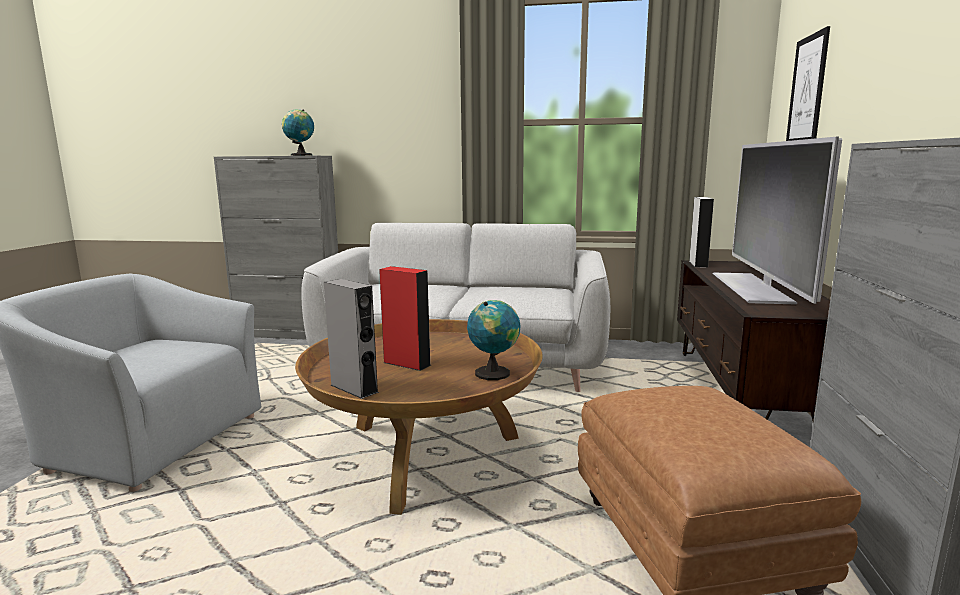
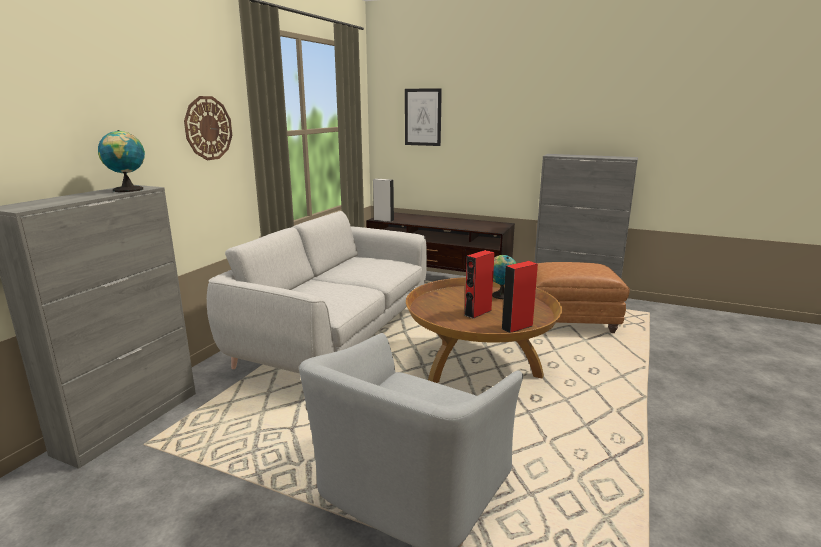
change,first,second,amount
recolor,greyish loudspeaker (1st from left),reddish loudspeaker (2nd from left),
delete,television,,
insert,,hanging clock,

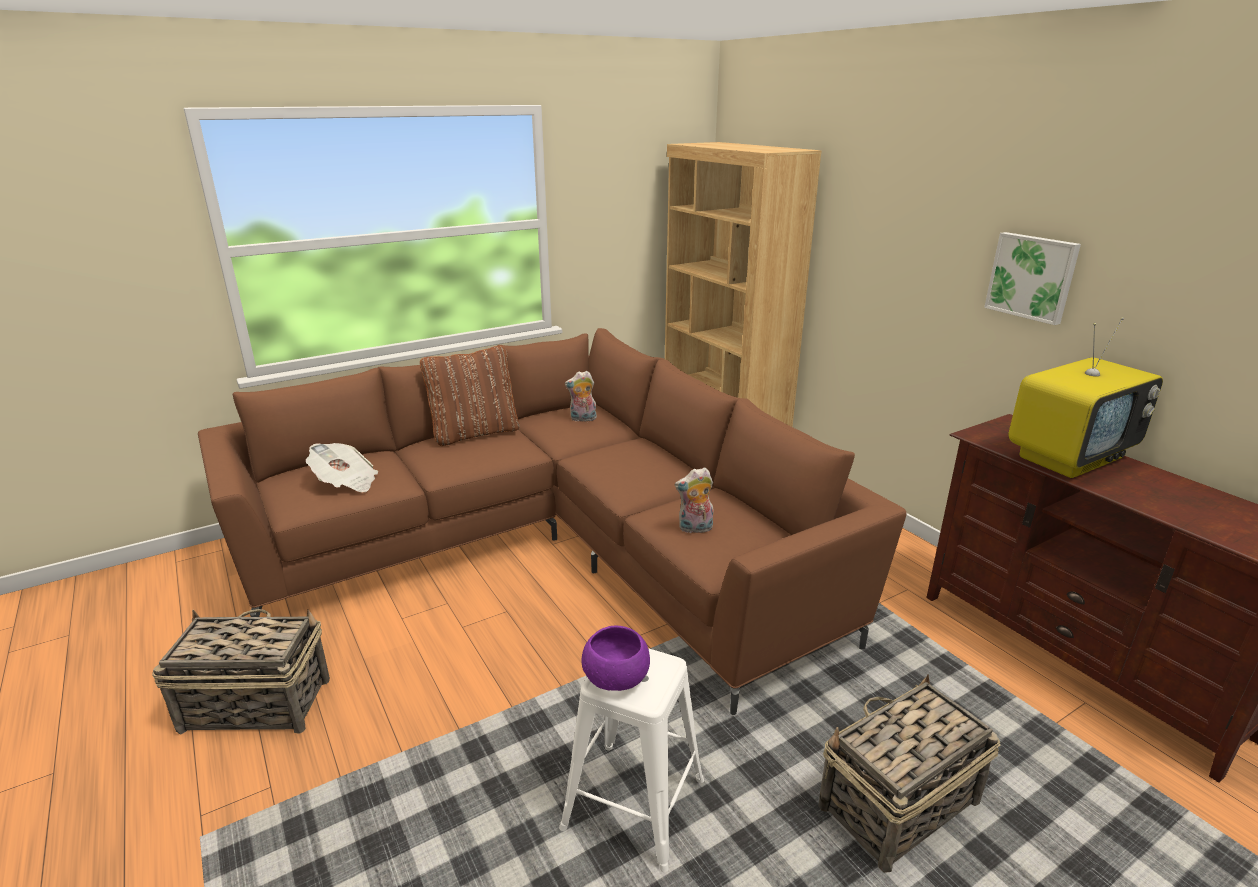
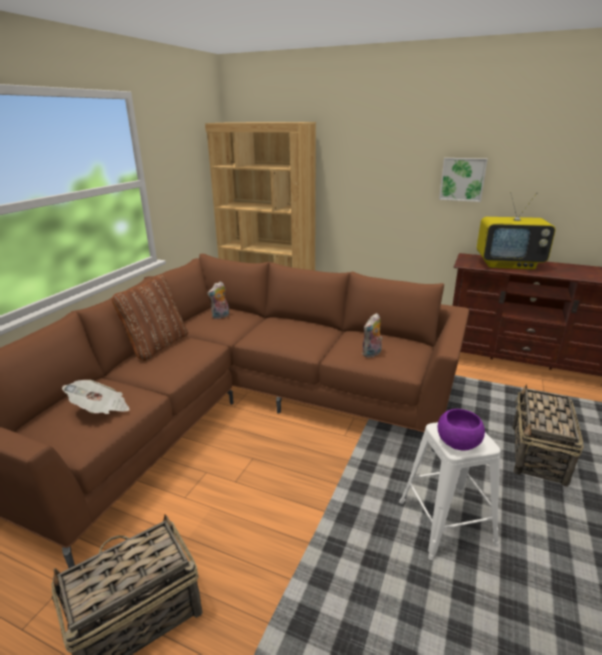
change,first,second,amount
rotate,television,,75 degrees clockwise

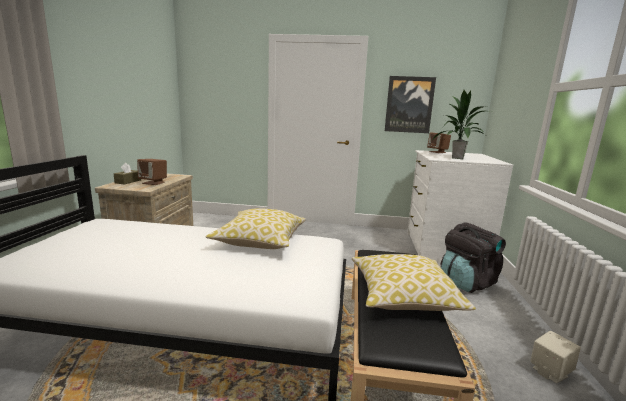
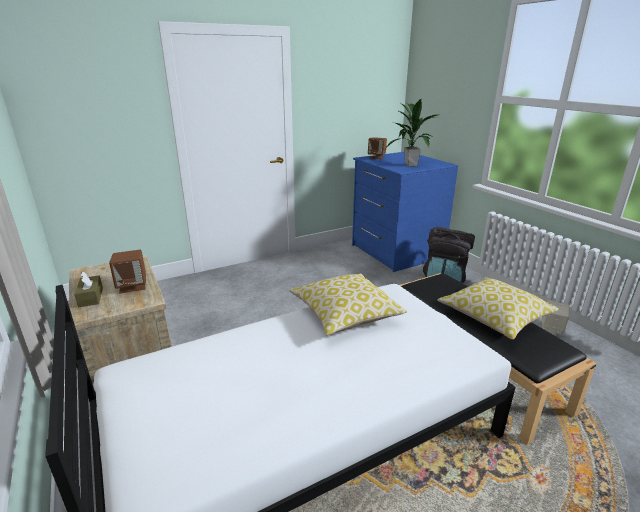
change,first,second,amount
delete,wall picture,,
recolor,white-coloured drawer chest,blue drawer chest,

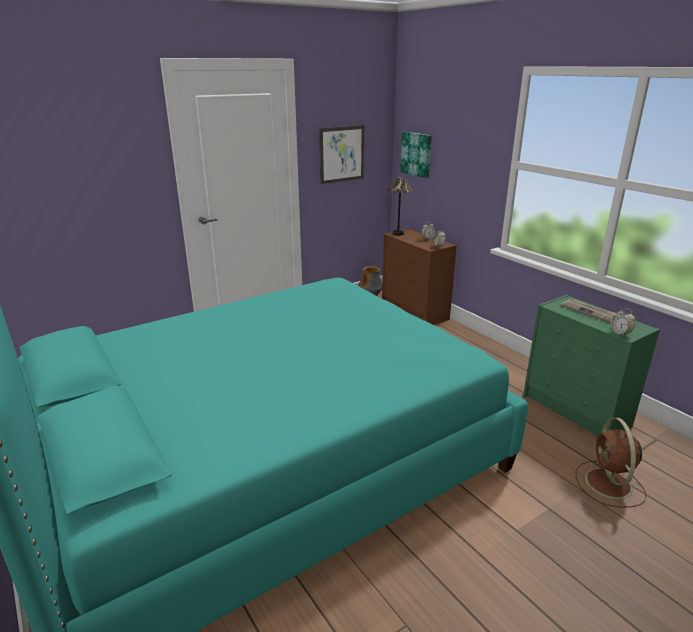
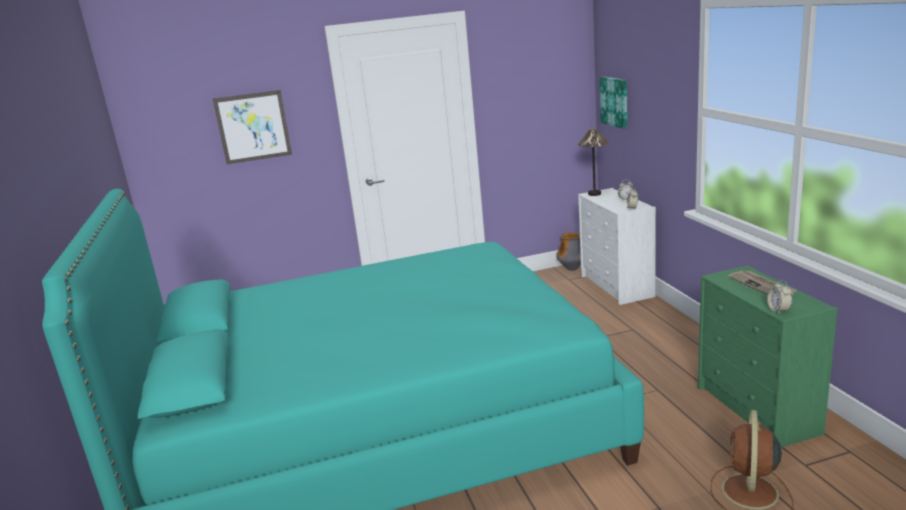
change,first,second,amount
move,wall picture (1st from left),,
recolor,brown-coloured drawer chest,white-coloured drawer chest,

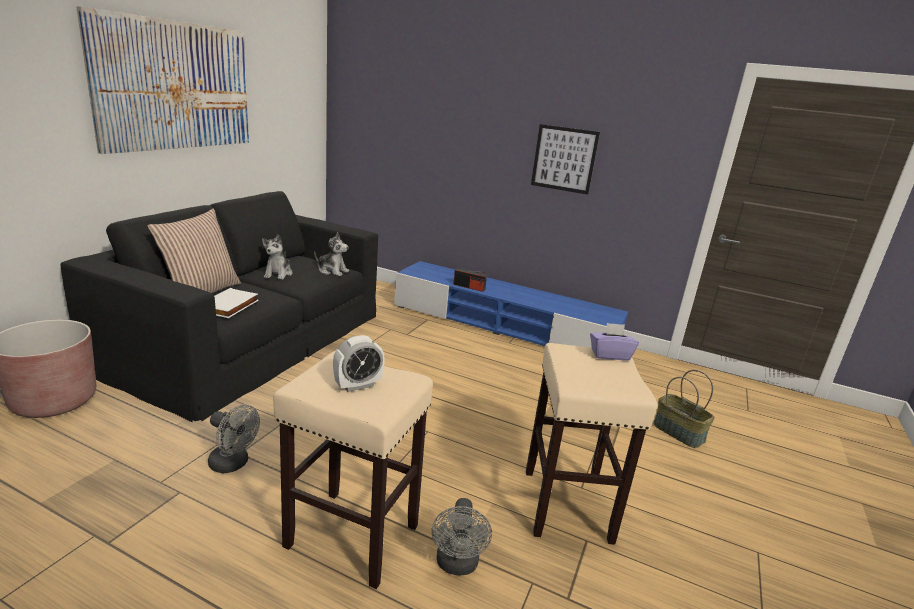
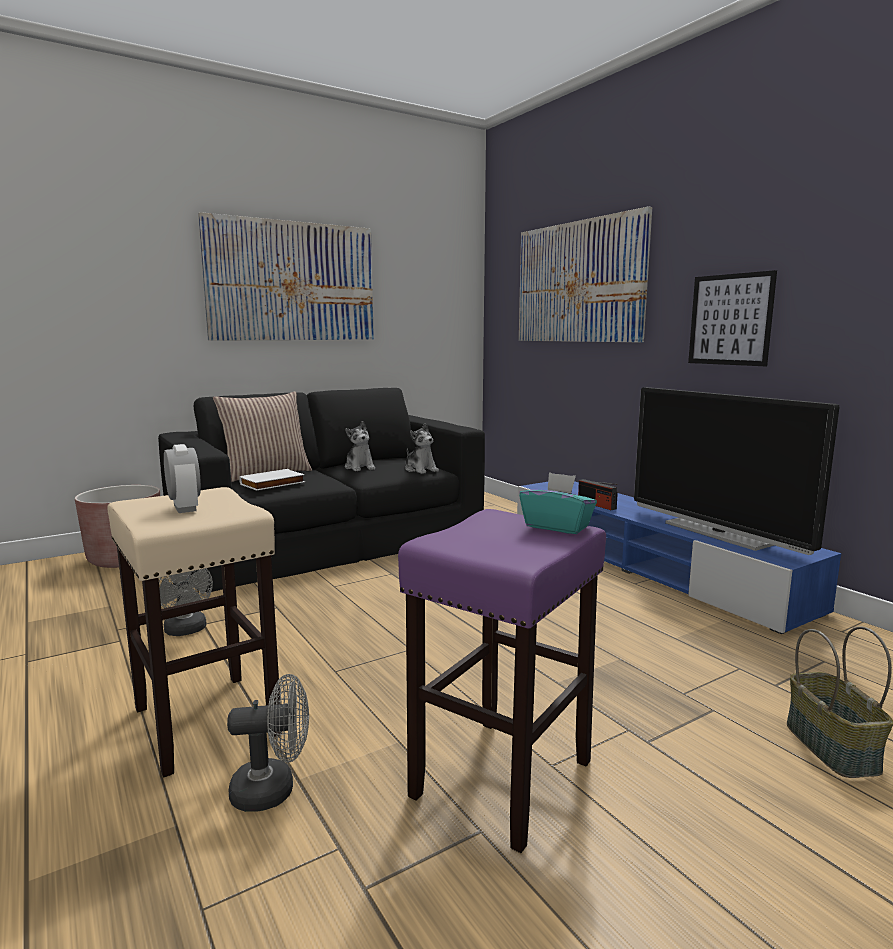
change,first,second,amount
rotate,soft toy (1st from left),,60 degrees counterclockwise
rotate,alarm clock,,120 degrees counterclockwise
rotate,greyish cooling fan (2nd from left),,135 degrees counterclockwise
recolor,sand-coloured stool (2nd from left),purplish stool,
recolor,purplish tissue box,turquoise tissue box,
insert,,wall picture (2nd from left),
insert,,television,

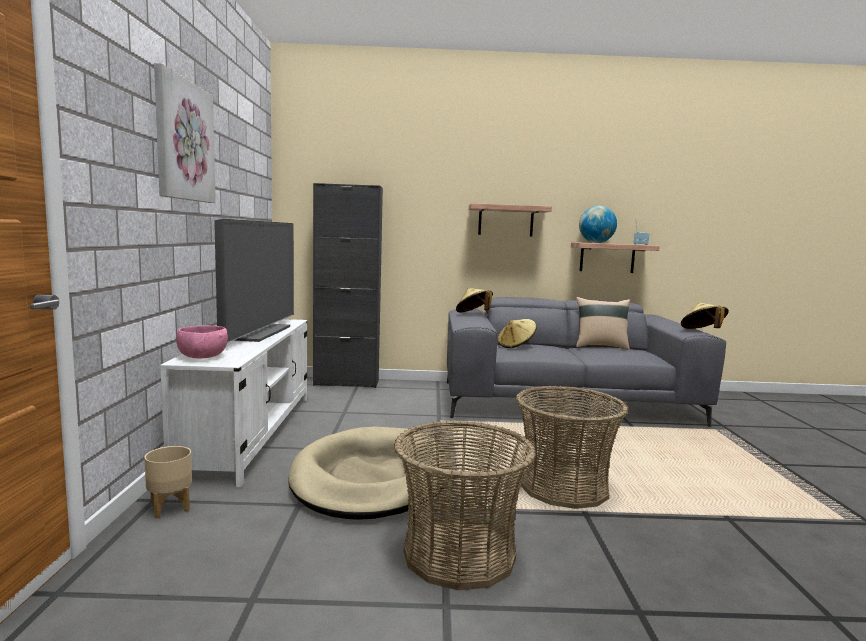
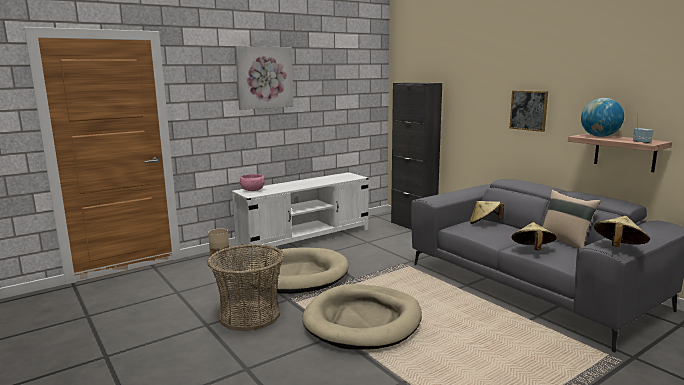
change,first,second,amount
delete,television,,
move,sand-coloured clothing hat (1st from left in the first image),sand-coloured clothing hat (2nd from left),
replace,bracket shelf (1st from left),wall picture (2nd from left),
replace,storage basket (2nd from left),sand-coloured dog cushion (2nd from left),

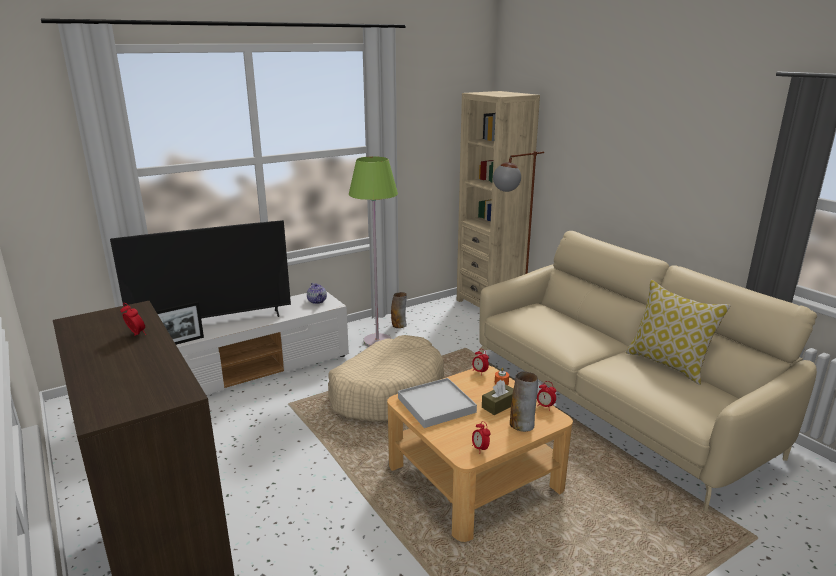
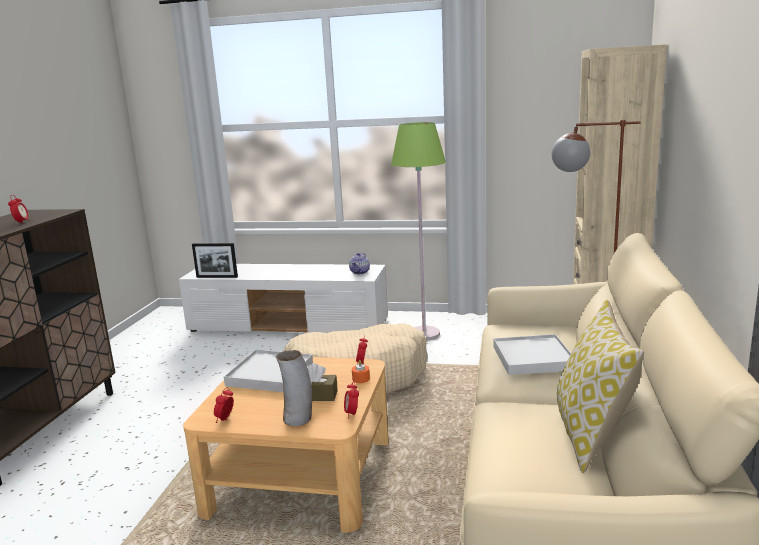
change,first,second,amount
delete,television,,
delete,vase (1st from left),,
insert,,white-coloured serving tray (2nd from left),

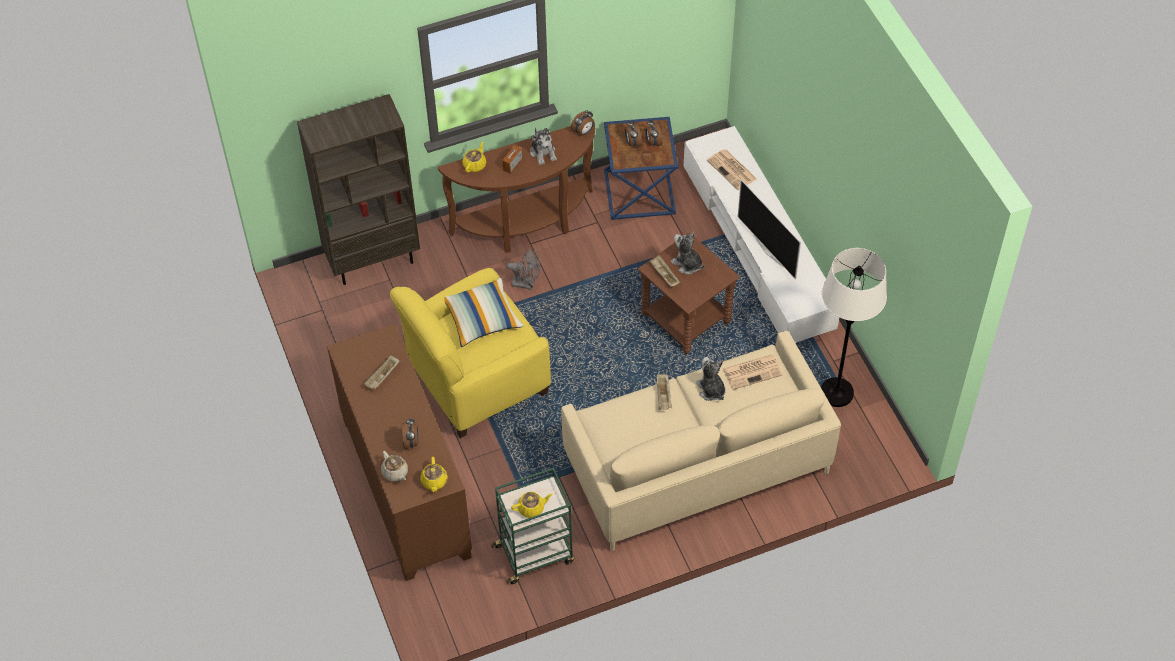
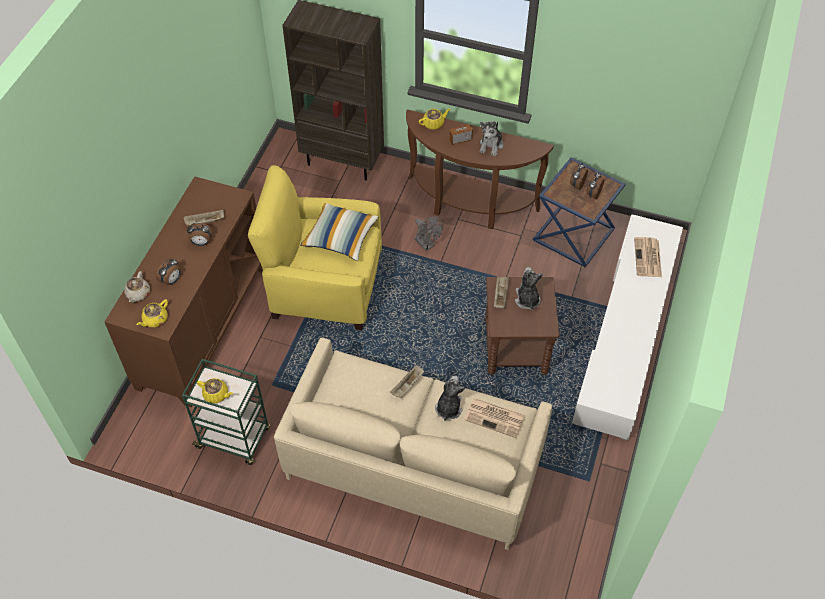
change,first,second,amount
move,alarm clock (2nd from left),,
delete,television,,
delete,white-coloured floor lamp,,

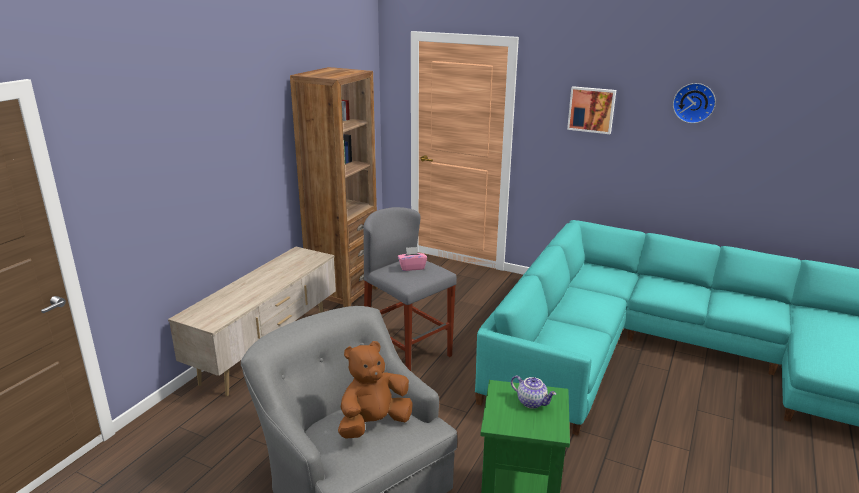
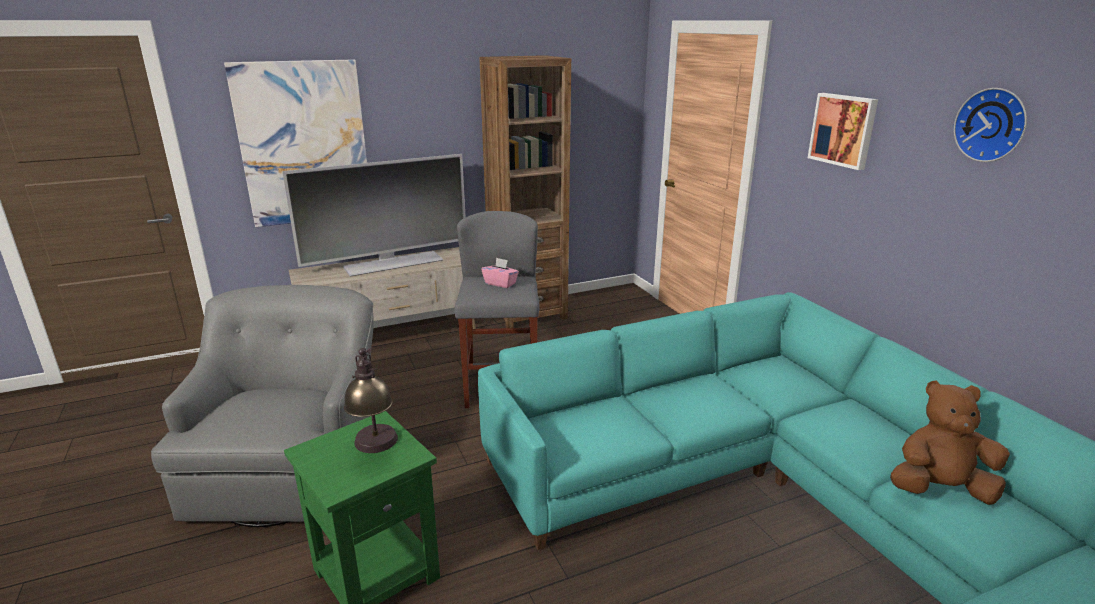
change,first,second,amount
move,brown-coloured soft toy,,
replace,pot for tea,lamp for a table,
insert,,wall picture (1st from left),
insert,,television,

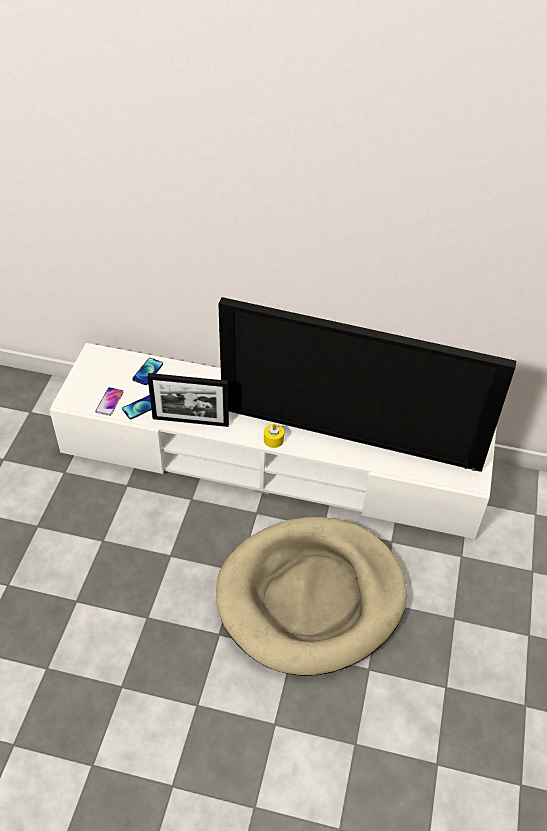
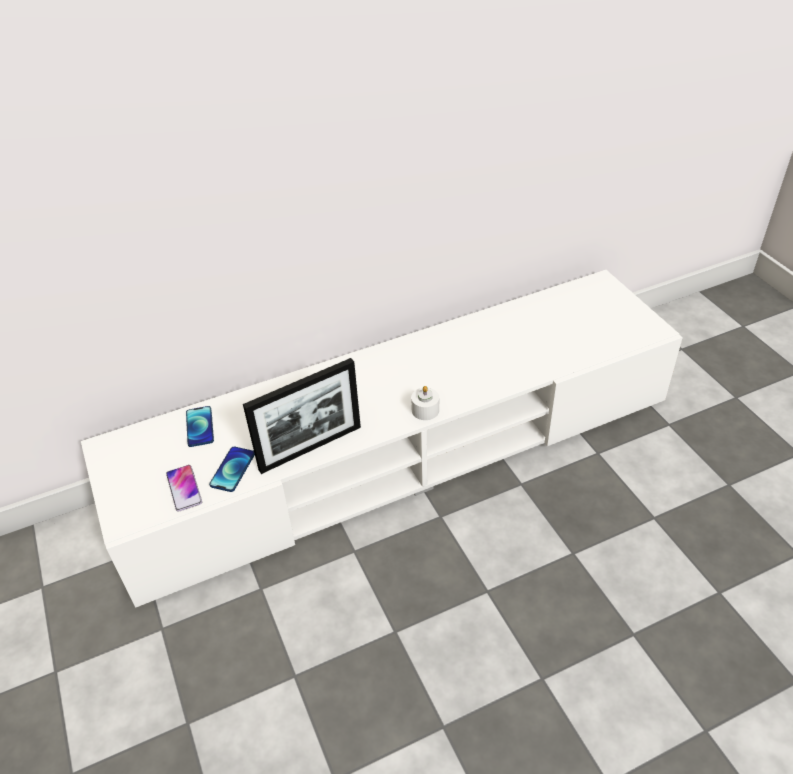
change,first,second,amount
delete,sand-coloured dog cushion,,
delete,television,,
recolor,yellow-coloured candle,white-coloured candle,

